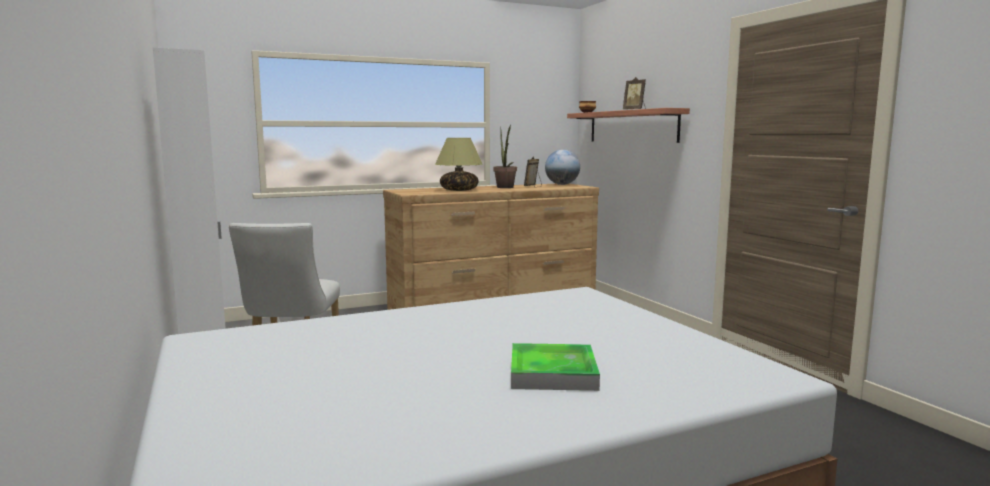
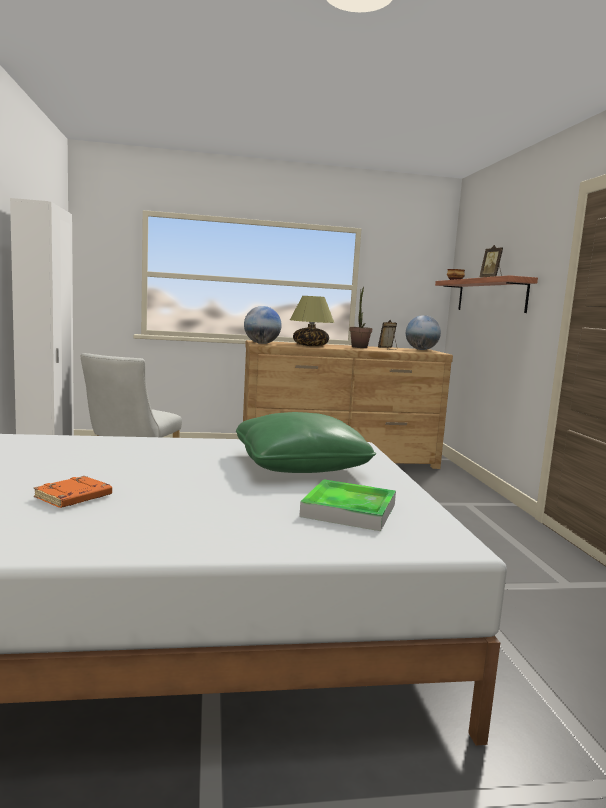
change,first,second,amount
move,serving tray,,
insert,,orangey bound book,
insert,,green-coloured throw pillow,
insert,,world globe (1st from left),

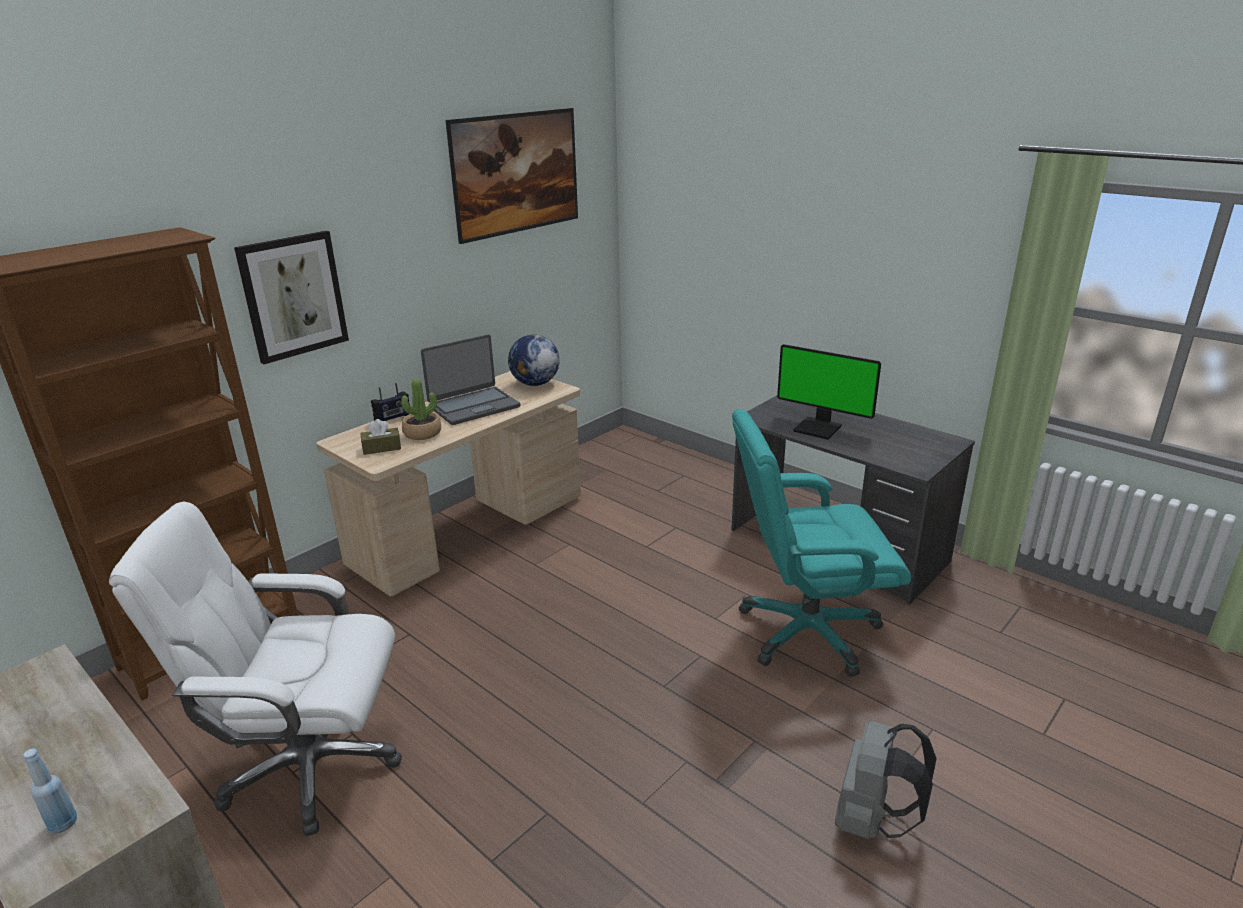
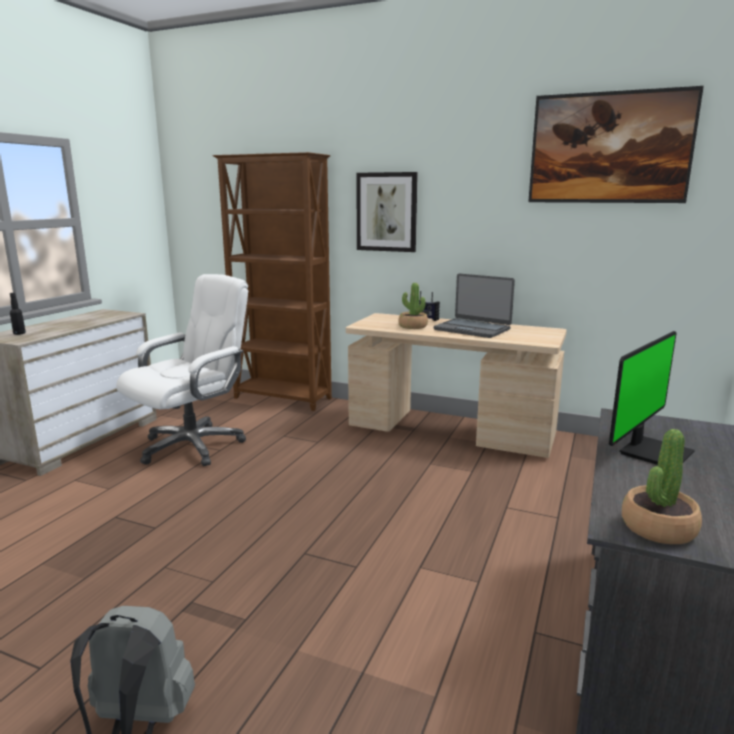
change,first,second,amount
recolor,blue bottle,black-coloured bottle,
rotate,white-coloured desk chair,,60 degrees clockwise
delete,brown-coloured tissue box,,
delete,world globe,,
delete,turquoise desk chair,,
rotate,computer screen,,150 degrees counterclockwise
insert,,houseplant (2nd from left),

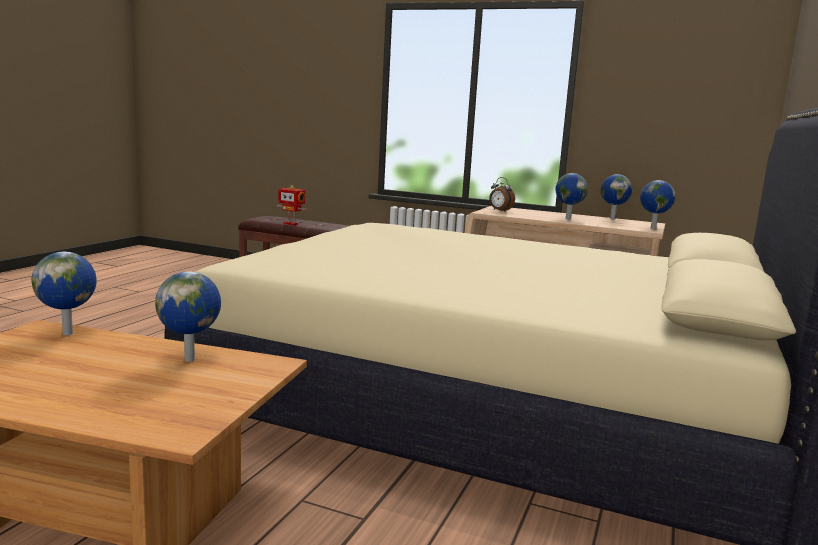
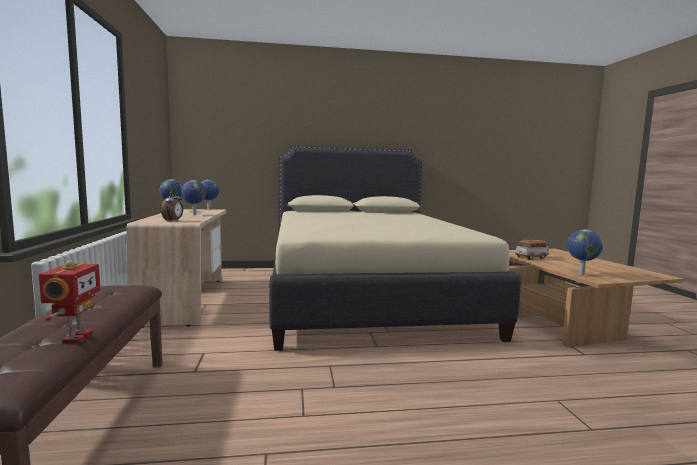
change,first,second,amount
replace,world globe (2nd from left),miniature car,

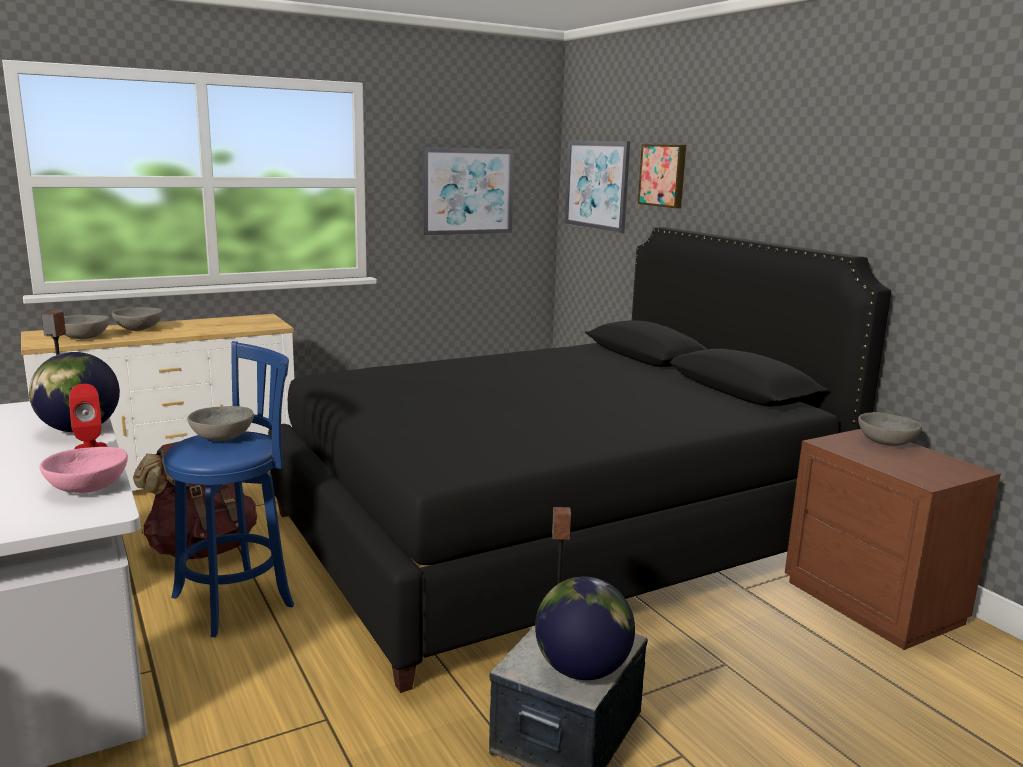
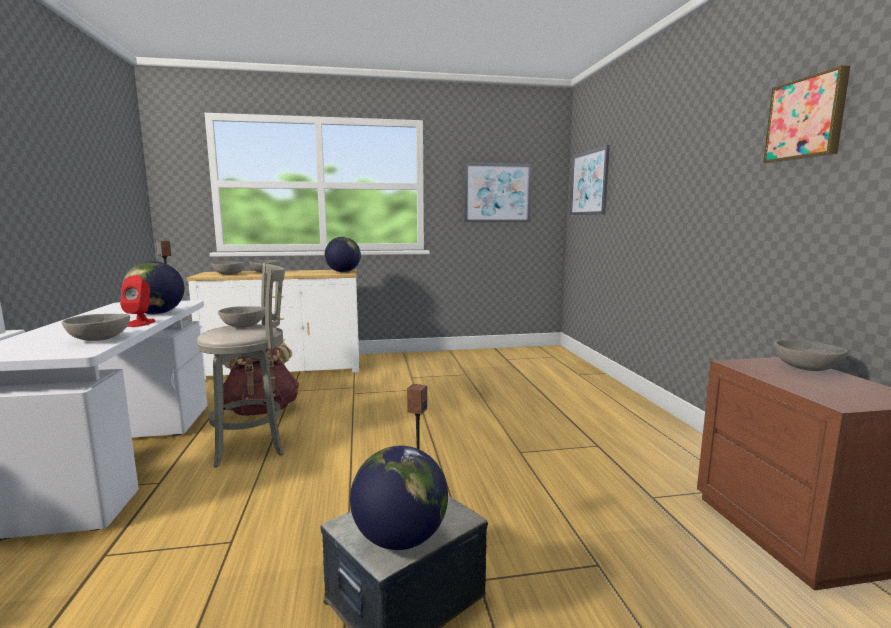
change,first,second,amount
recolor,pink serving bowl,greyish serving bowl (1st from left),
recolor,blue stool,greyish stool,
delete,black-coloured bedroom bed,,
move,wall picture (3rd from left),,
insert,,world globe (2nd from left),

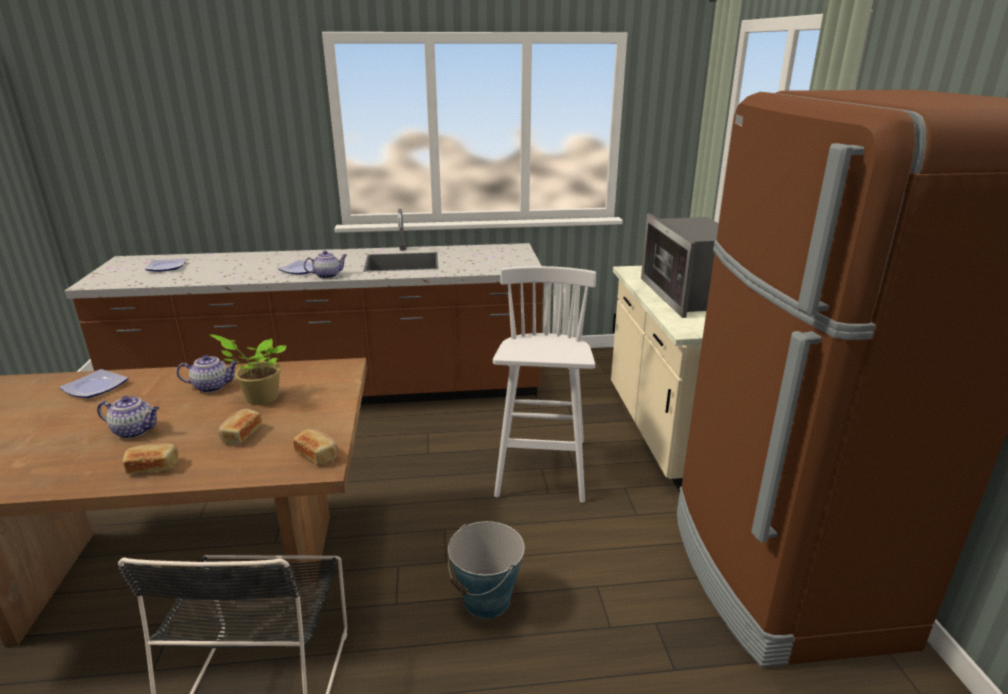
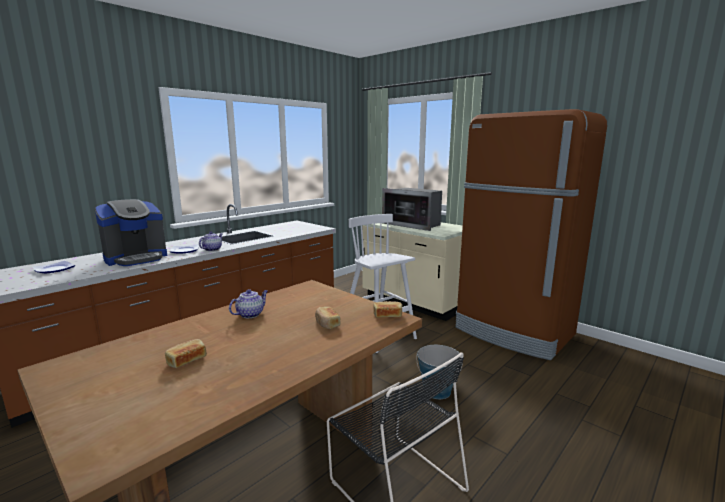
change,first,second,amount
delete,flat dish (1st from left),,
delete,pot for tea (1st from left),,
move,baked bread (1st from left),,
delete,houseplant,,
insert,,coffee maker,

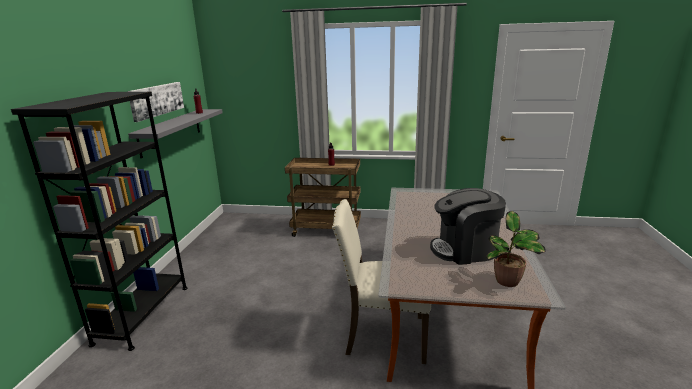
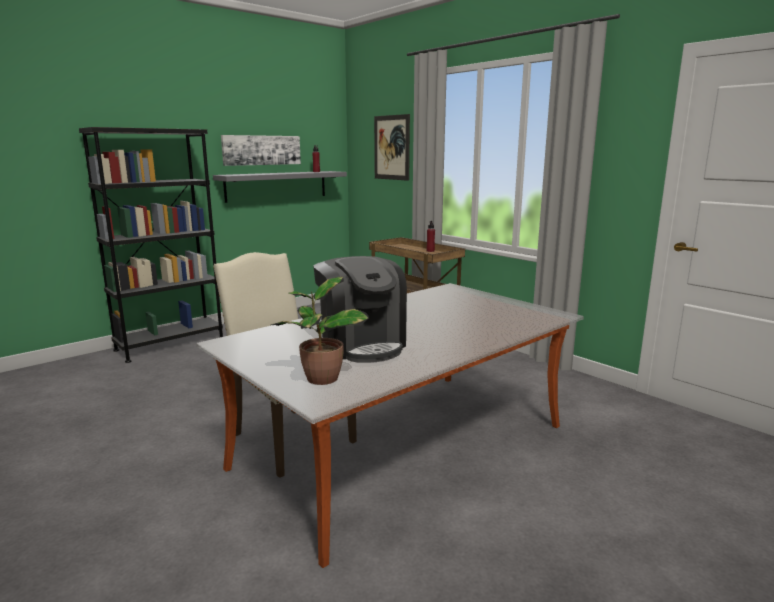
change,first,second,amount
rotate,coffee maker,,150 degrees counterclockwise
insert,,wall picture (2nd from left),

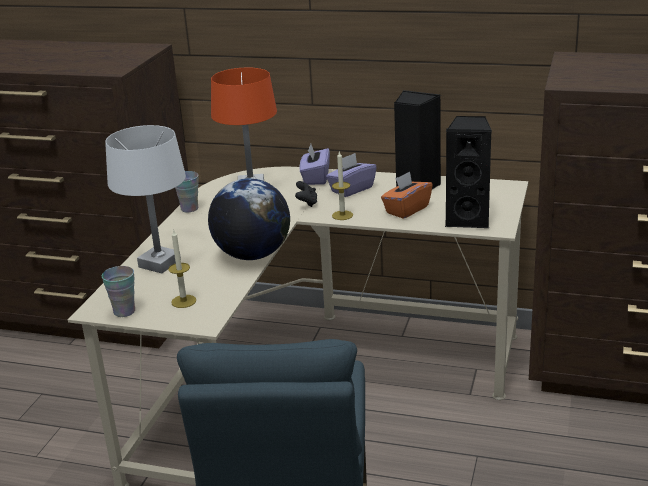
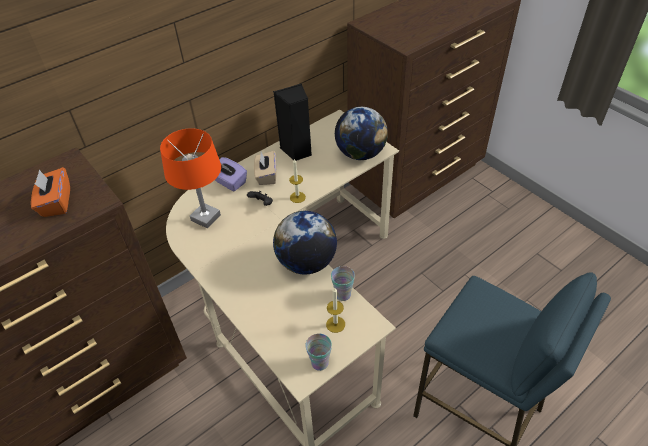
change,first,second,amount
delete,white-coloured lamp for a table,,
move,cup (2nd from left),,
recolor,purplish tissue box (2nd from left),sand-coloured tissue box,
move,orangey tissue box,,
replace,black-coloured loudspeaker (2nd from left),world globe (2nd from left),

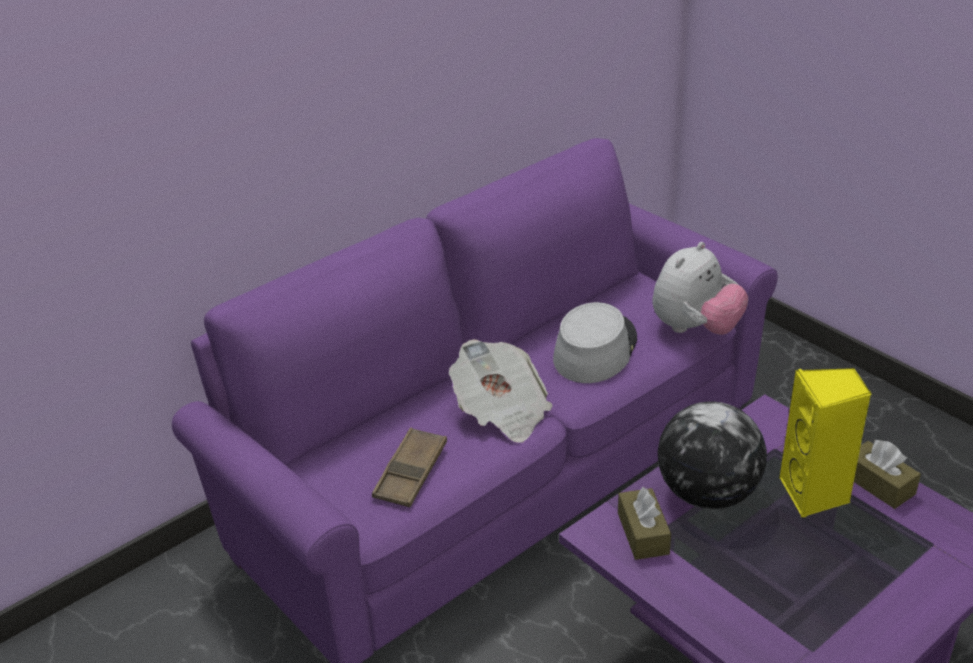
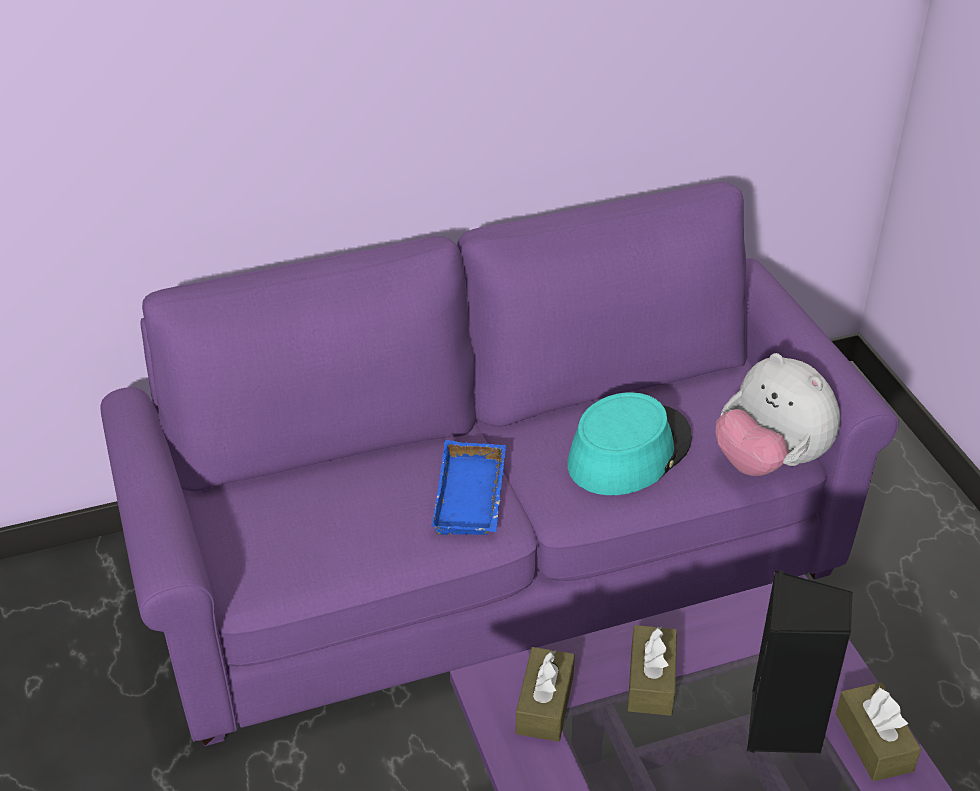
change,first,second,amount
delete,brown-coloured serving tray,,
replace,daily paper,blue serving tray,
recolor,greyish clothing hat,turquoise clothing hat,
rotate,soft toy,,75 degrees clockwise
replace,world globe,brown-coloured tissue box (2nd from left),
recolor,yellow-coloured loudspeaker,black-coloured loudspeaker,

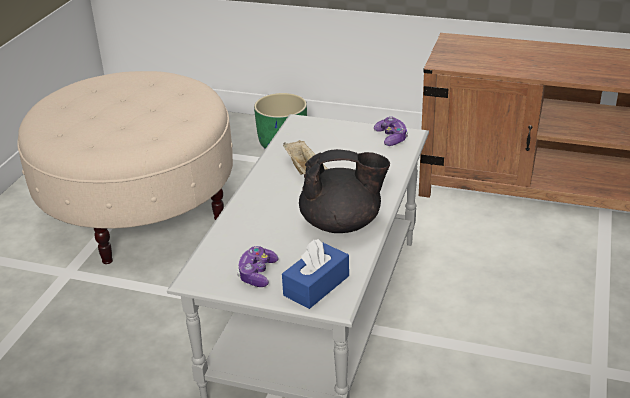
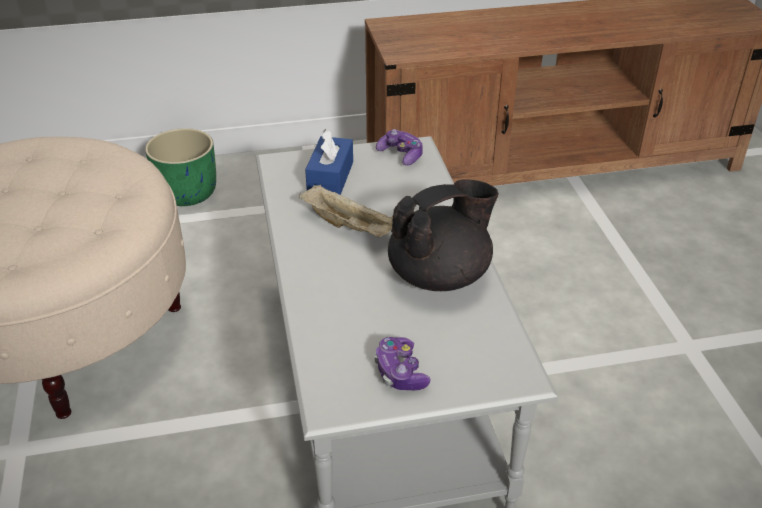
change,first,second,amount
move,blue tissue box,,

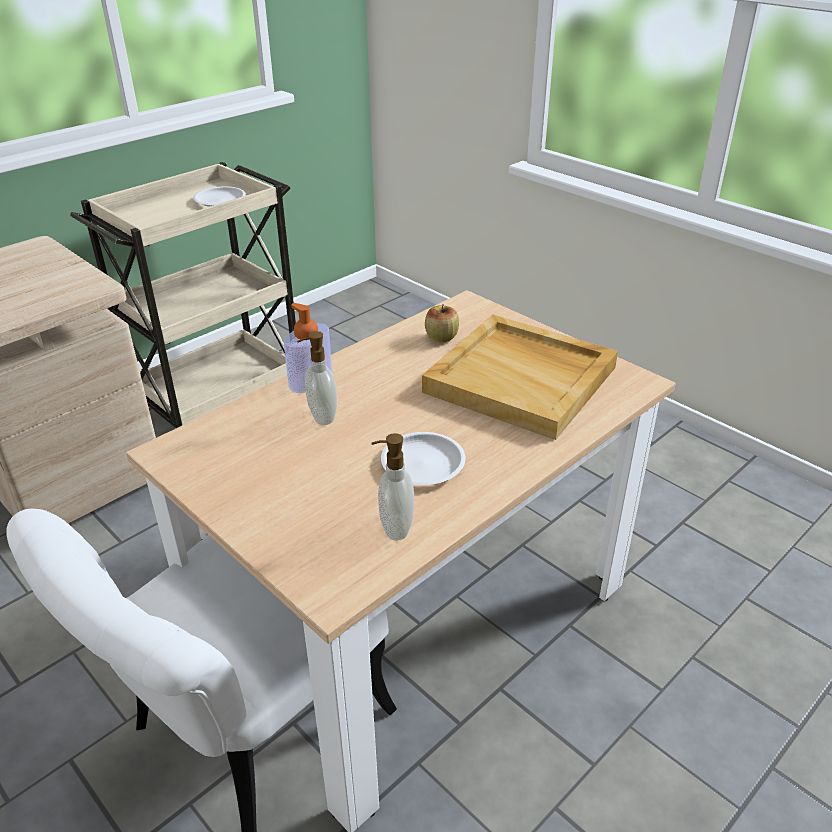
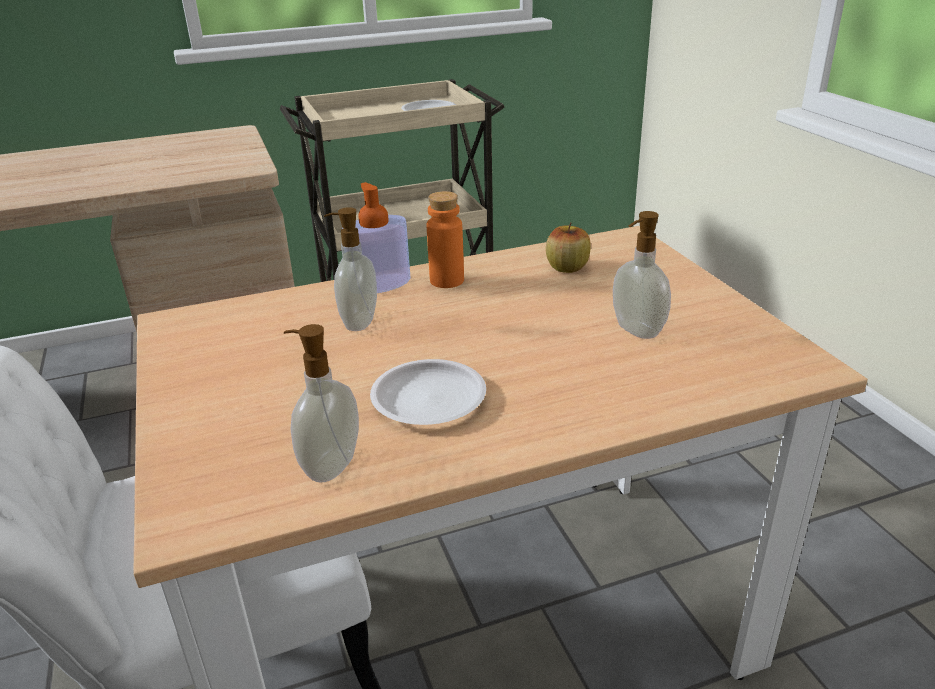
change,first,second,amount
replace,sand-coloured serving tray,soap bottle (4th from left),
insert,,orangey bottle,

